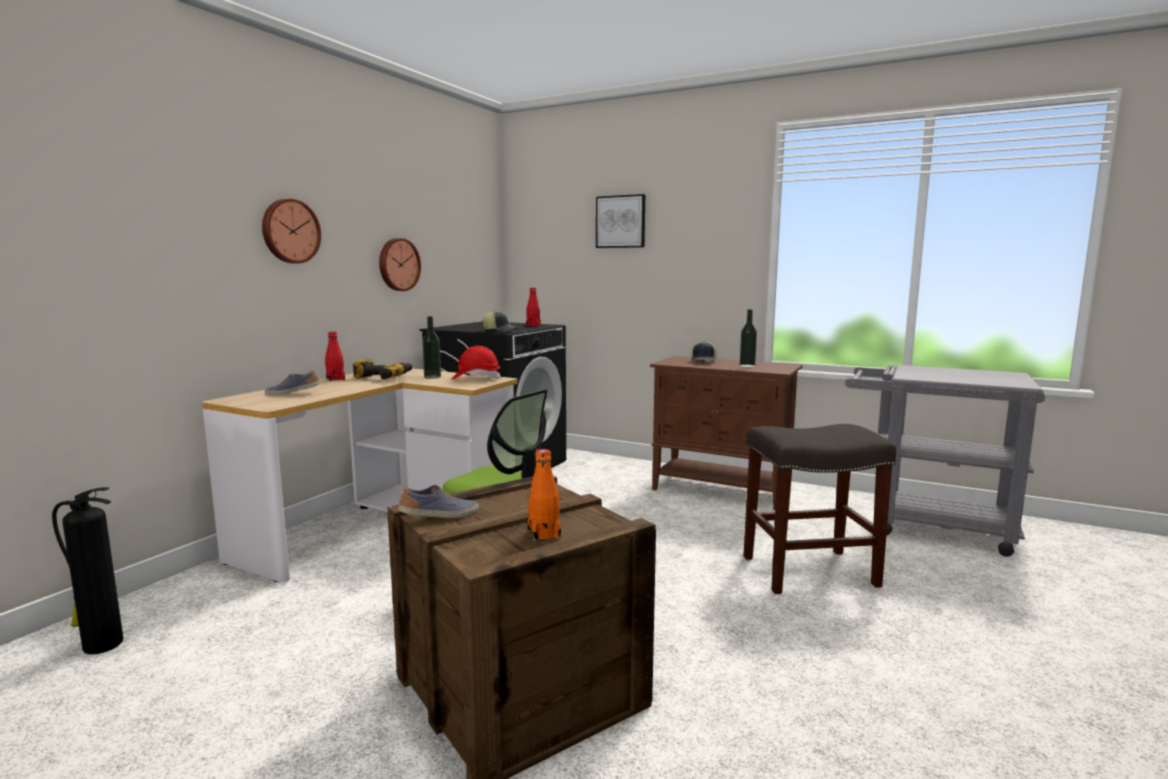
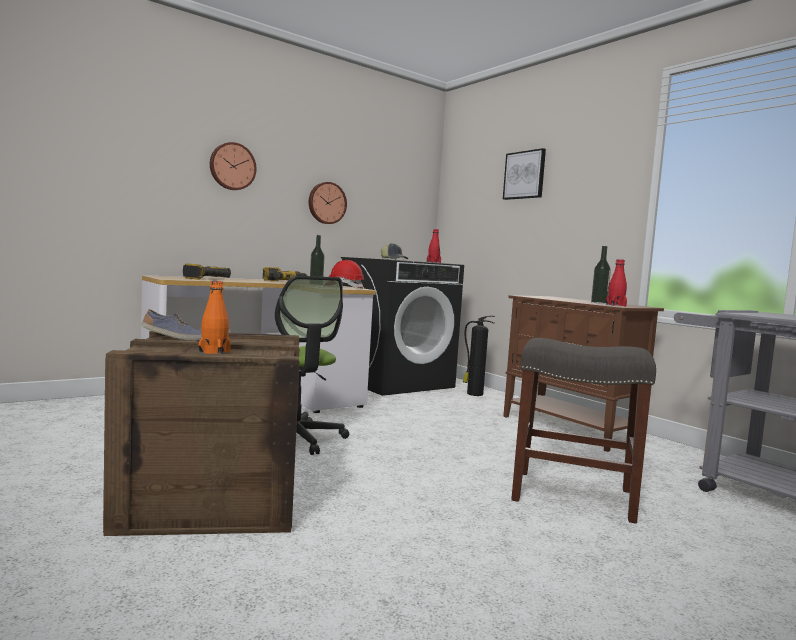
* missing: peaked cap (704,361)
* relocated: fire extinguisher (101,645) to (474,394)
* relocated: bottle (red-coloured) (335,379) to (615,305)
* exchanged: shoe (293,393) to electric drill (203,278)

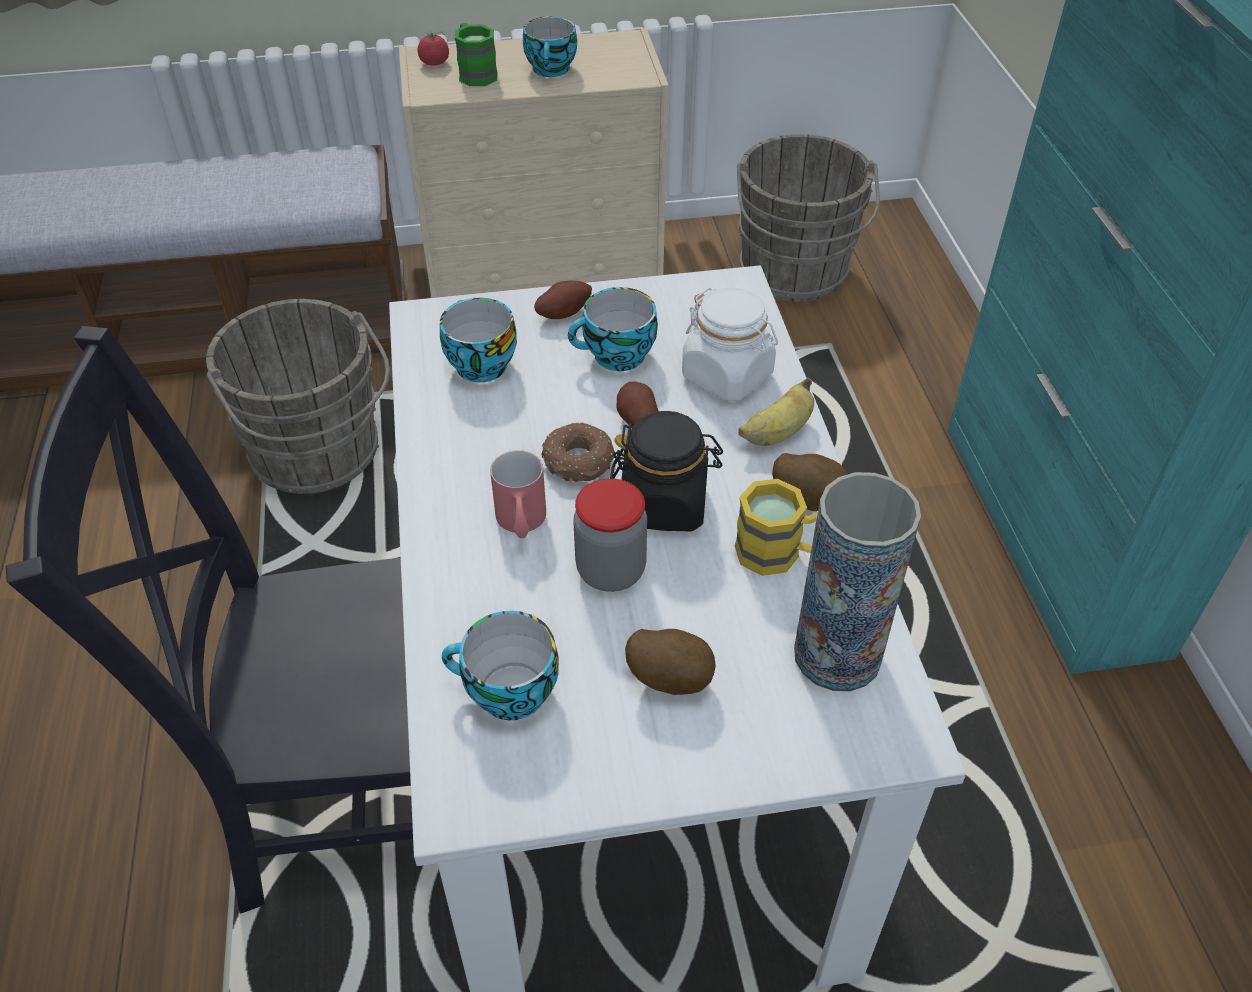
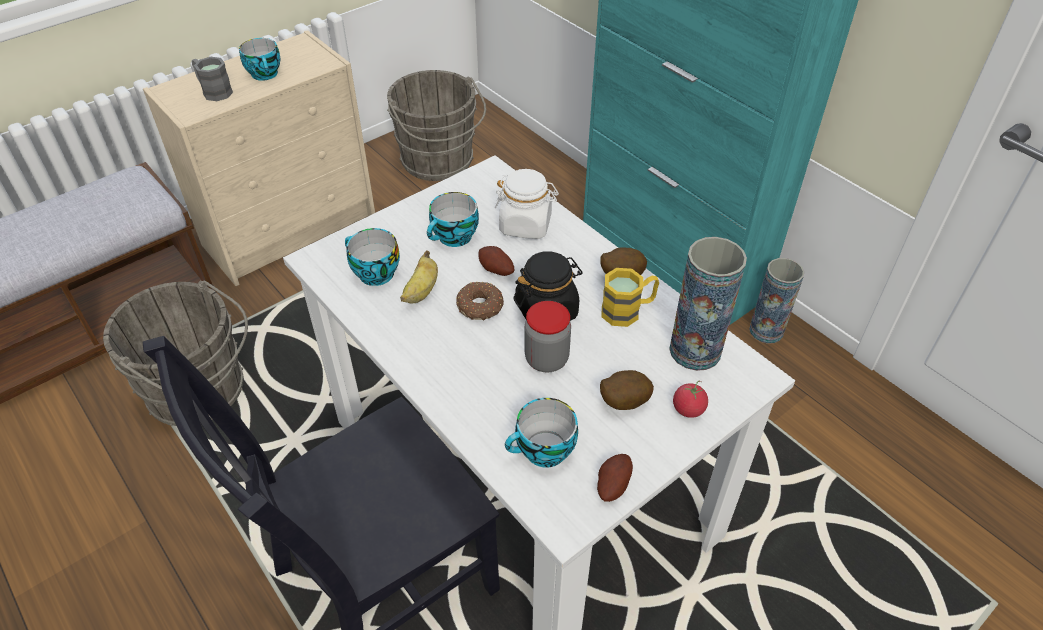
* missing: tea mug (red-coloured) (521,525)
* appeared: decorative vase (766,330)
* relocated: fresh tomato (434,63) to (688,409)
* relocated: potato (563,312) to (612,485)
* relocated: whole banana (777,434) to (421,291)
* colour: tea mug (greenish) (475,72) to tea mug (greyish) (213,91)

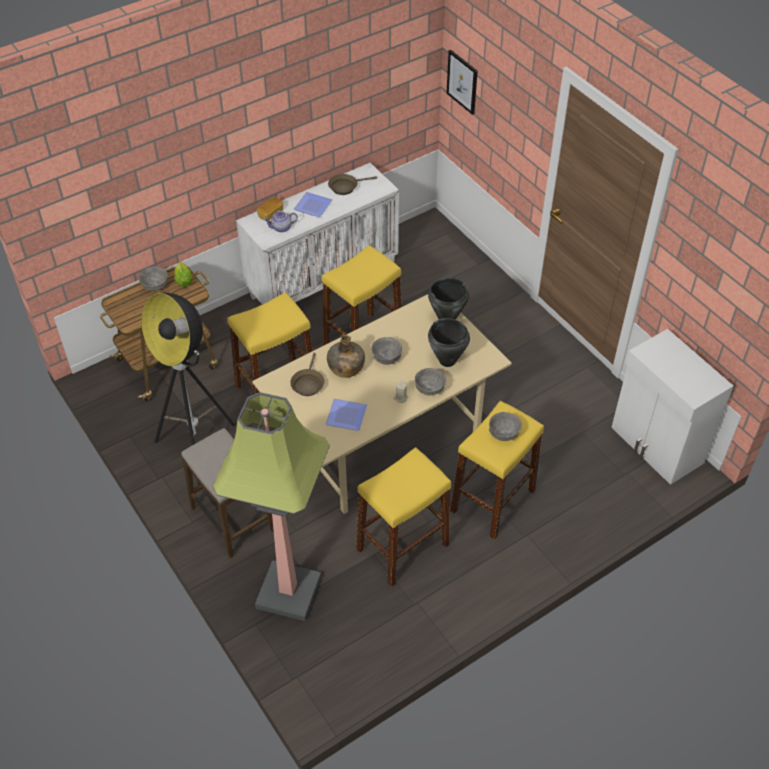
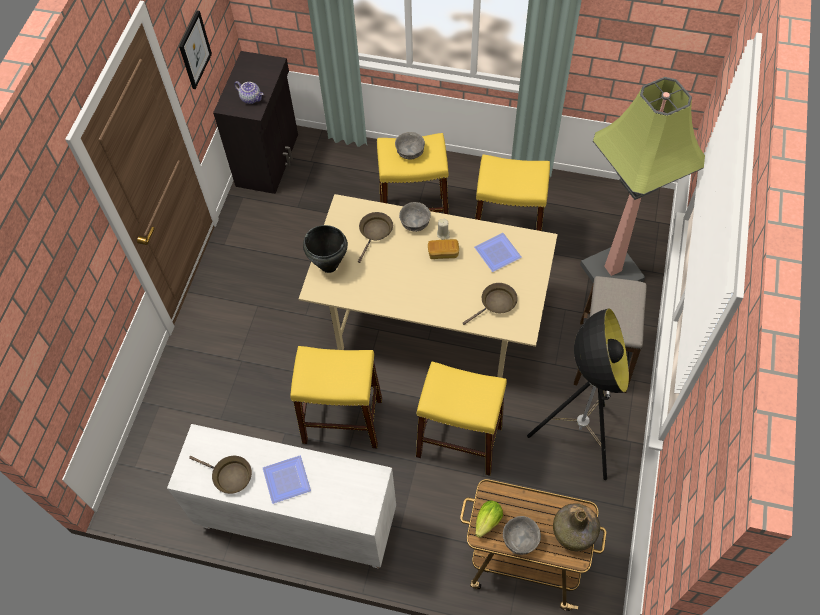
* missing: deep dish (greyish) (387,357)
* relocated: bakery bread (270,214) to (443,253)
* relocated: tea pot (281,228) to (251,98)
* relocated: bottle (greenish) (345,367) to (574,532)
* relocated: wall art (462,81) to (194,50)
* exchanged: stockpot (black-coloured) (447,361) to skillet (brown) (375,232)
* colour: cabinet (whitish) (656,446) to cabinet (black-coloured) (269,159)

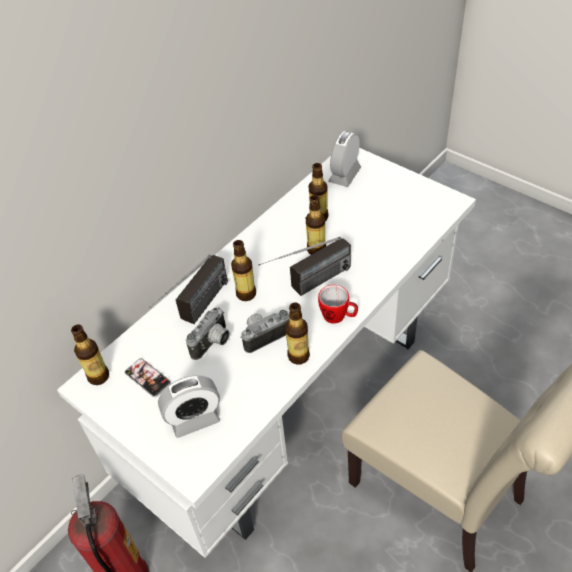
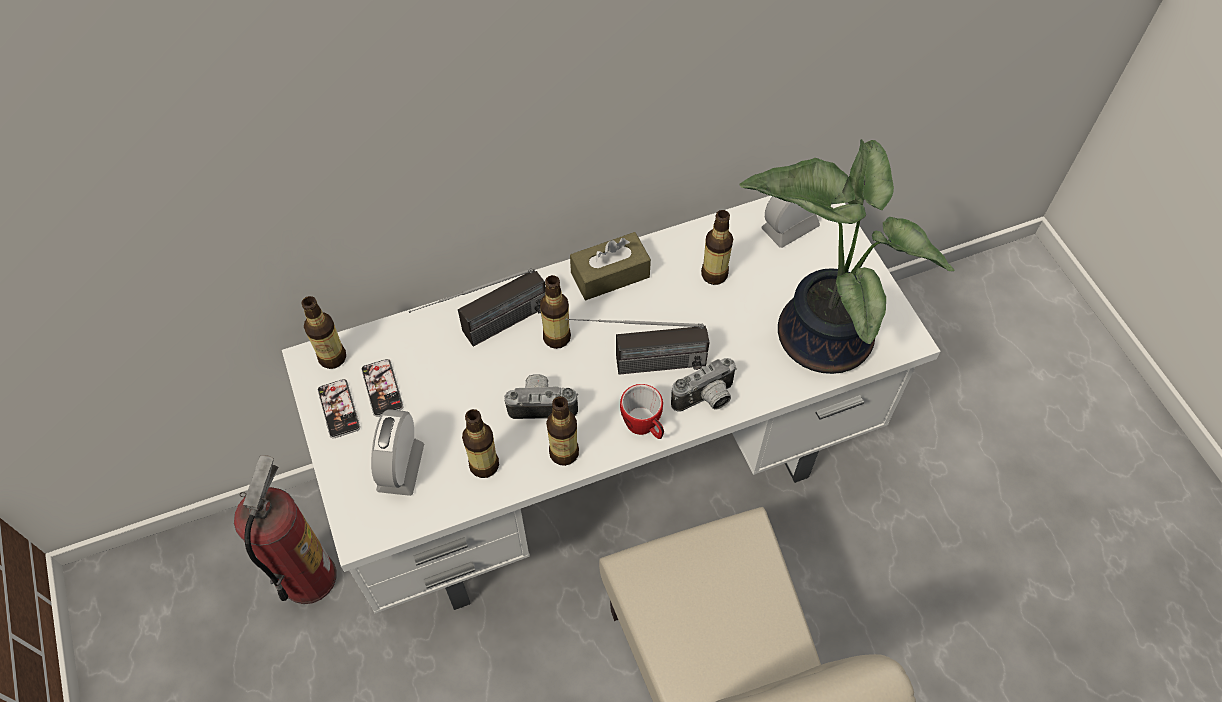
* appeared: handset (339,409)
* appeared: tissue holder (brown) (610,275)
* appeared: houseplant (818,334)
* relocated: still camera (213,343) to (706,400)
* relocated: bottle (316,249) to (484,465)
* spun: bedside clock (194,419) = (401,468) 90 degrees clockwise

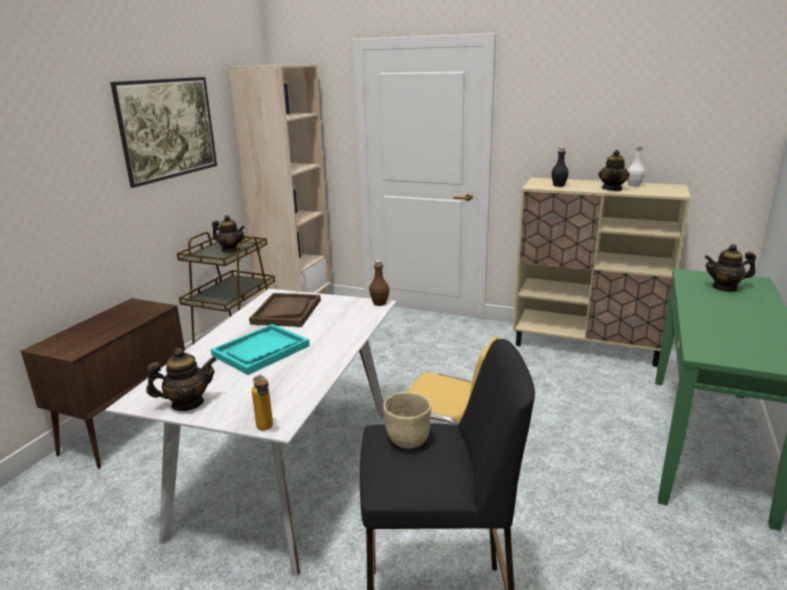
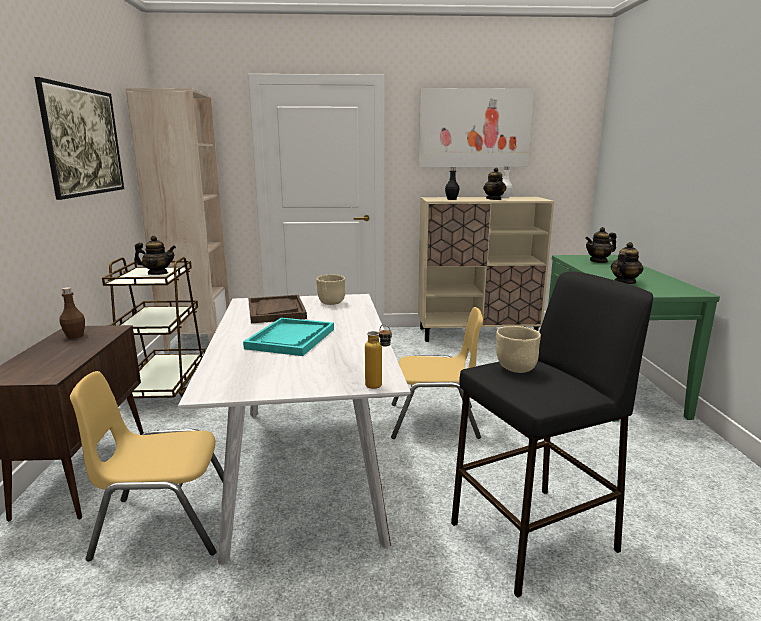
* appeared: chair (yellow) (165,524)
* appeared: deep dish (beige) (330,303)
* appeared: wall art (474,128)
* relocated: tea pot (187,403) to (624,282)
* relocated: bottle (brown) (379,303) to (75,336)

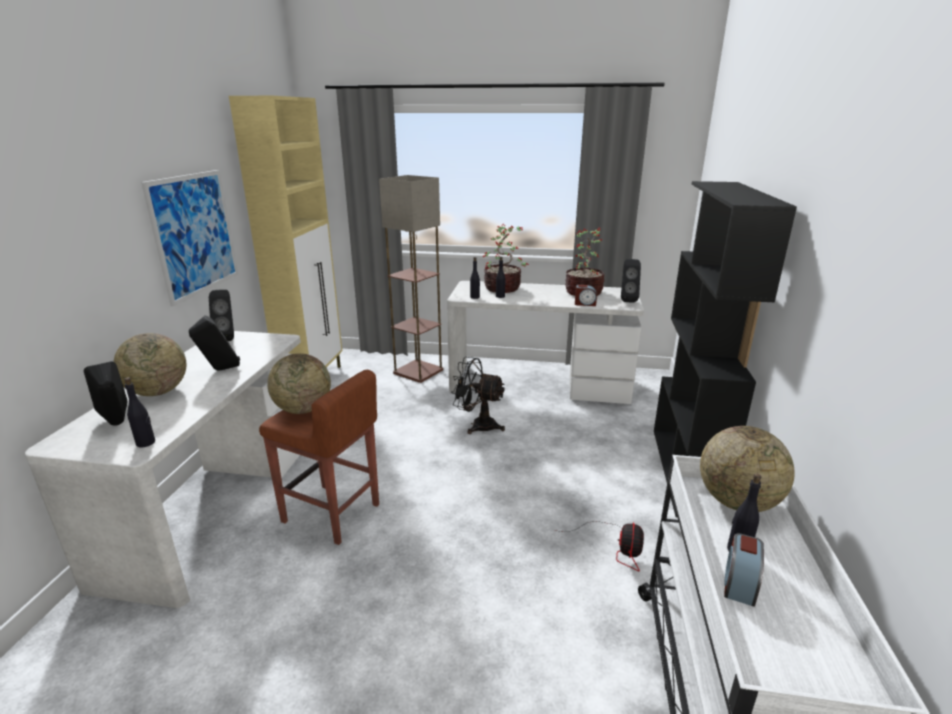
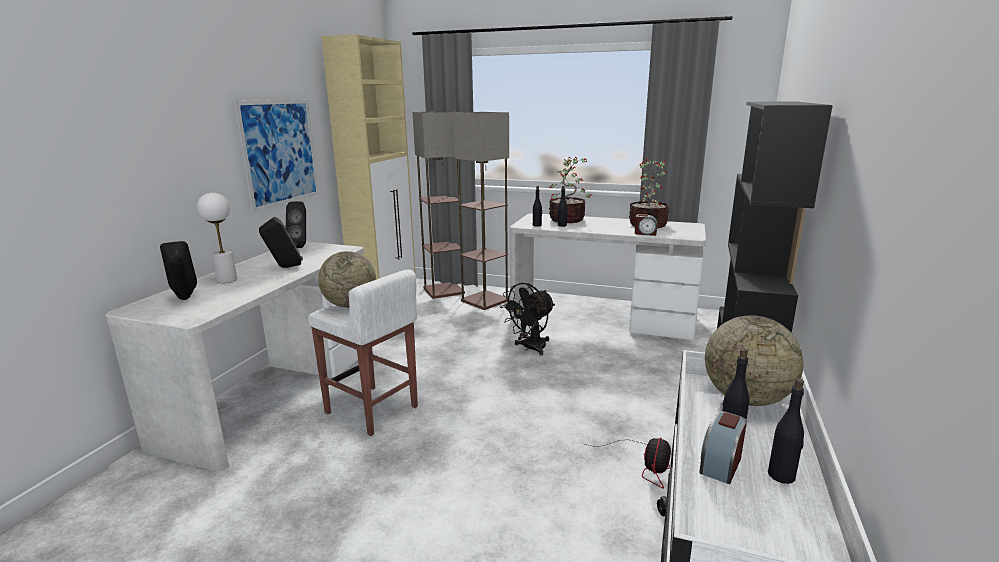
* missing: speaker (black-coloured) (627,300)
* appeared: standing lamp (444,290)
* relocated: bottle (black-coloured) (146,443) to (781,475)
* exchanged: desk globe (158,392) to lamp for a table (whitish) (226,280)
* colour: stool (brown) (332,514) to stool (whitish) (372,410)
* spun: electric fan (black-coloured) (477,425) = (530,348) 75 degrees counterclockwise

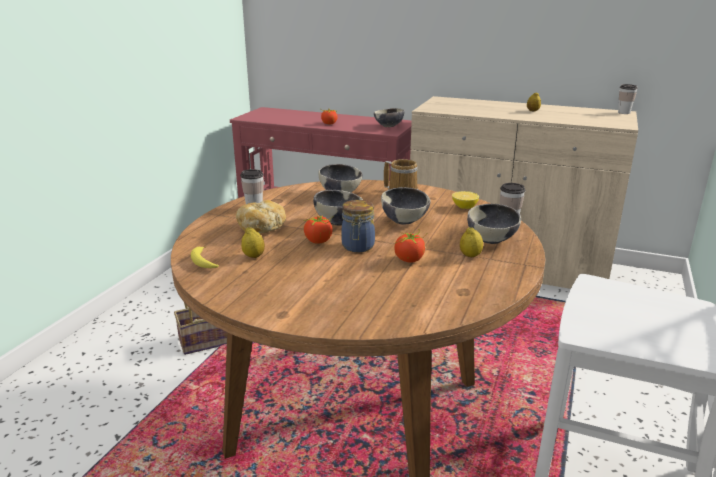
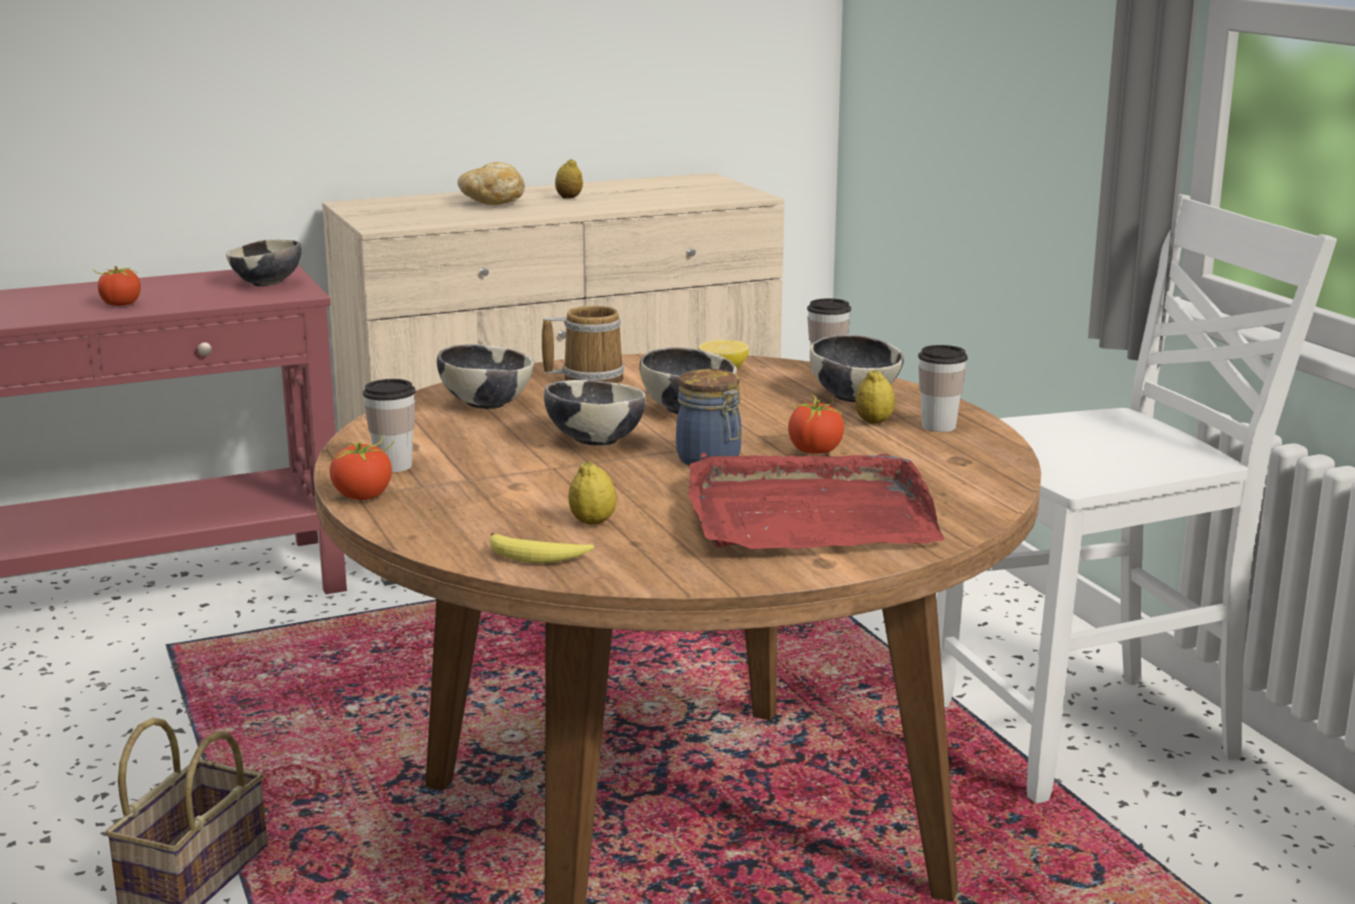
* appeared: carrying tray (red-coloured) (808,514)
* relocated: bakery bread (262,228) to (492,203)
* relocated: fresh tomato (318,241) to (363,496)
* relocated: cup (624,112) to (939,426)

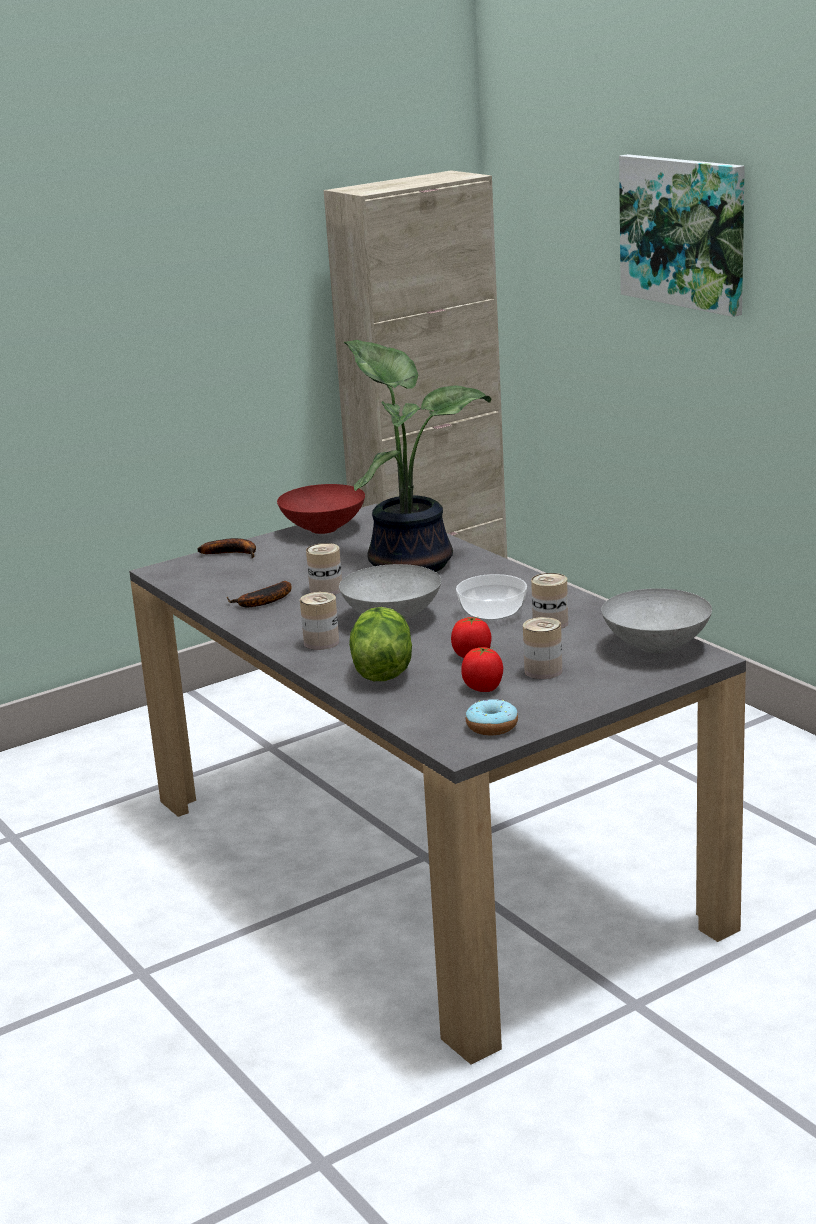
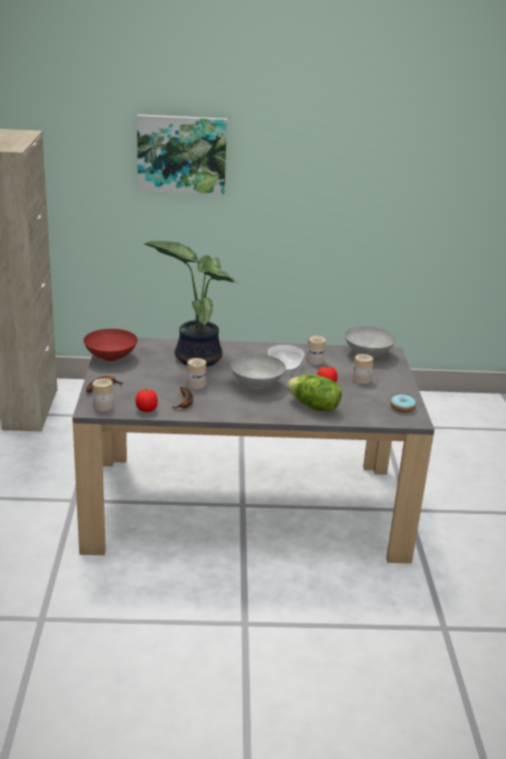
* relocated: metal can (321,642) to (103,406)
* relocated: fresh tomato (483,688) to (146,409)

